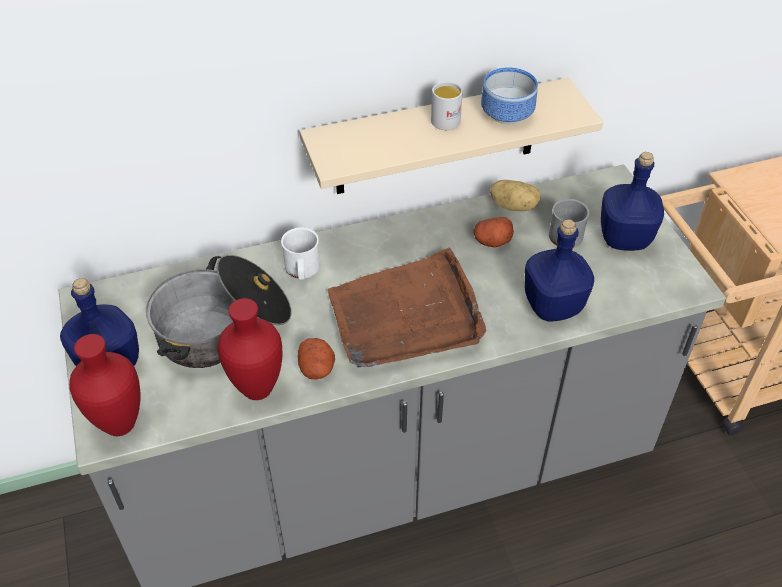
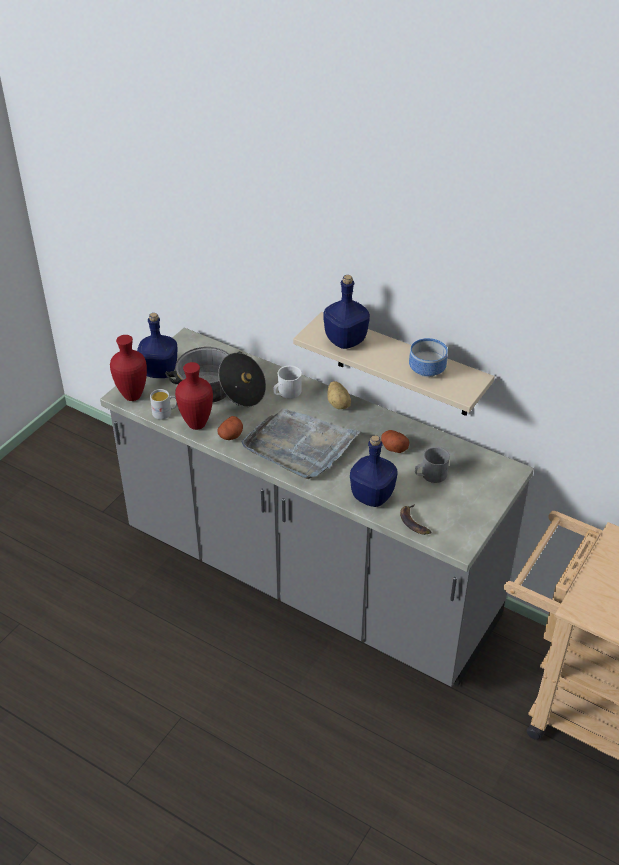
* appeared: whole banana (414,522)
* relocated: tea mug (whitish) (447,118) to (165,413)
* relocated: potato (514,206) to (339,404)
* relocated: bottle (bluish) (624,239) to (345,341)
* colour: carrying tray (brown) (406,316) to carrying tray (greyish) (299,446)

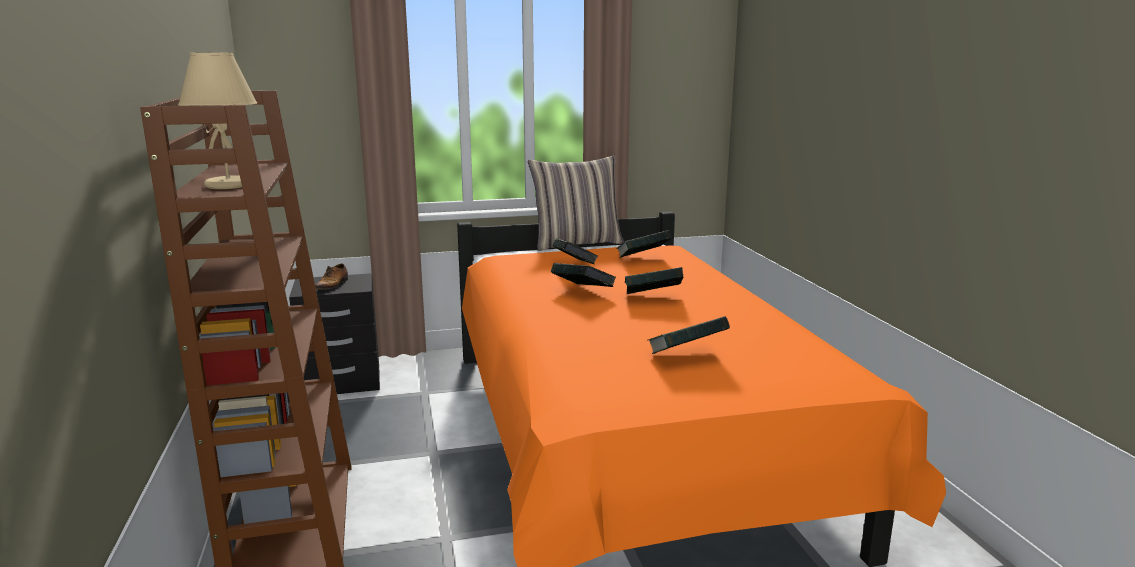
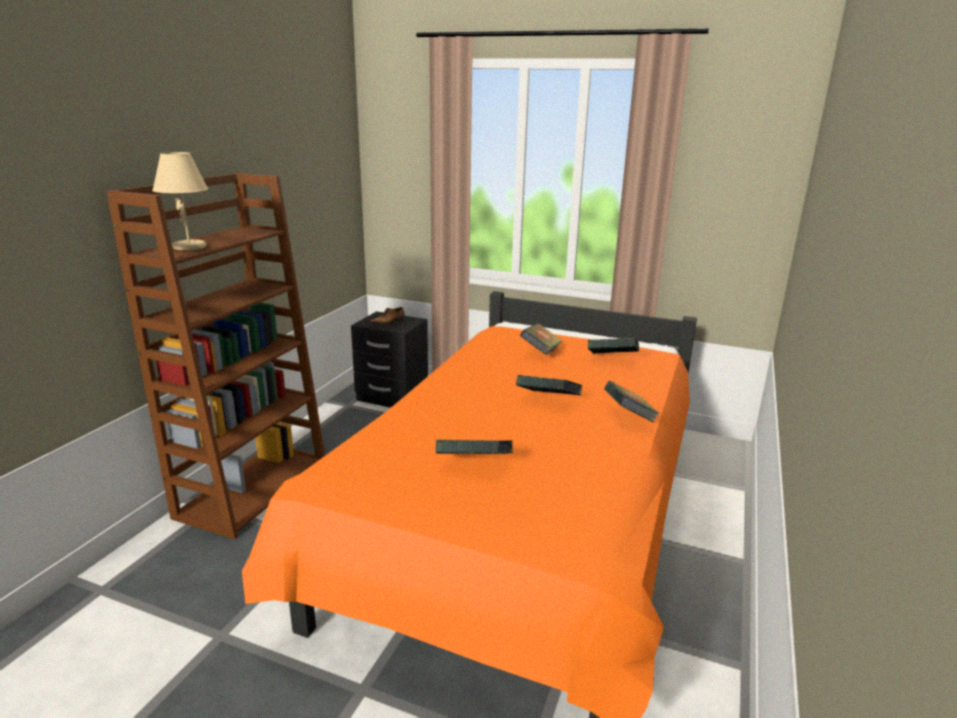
* missing: pillow (577,243)
* relocated: book (583,292) to (628,418)

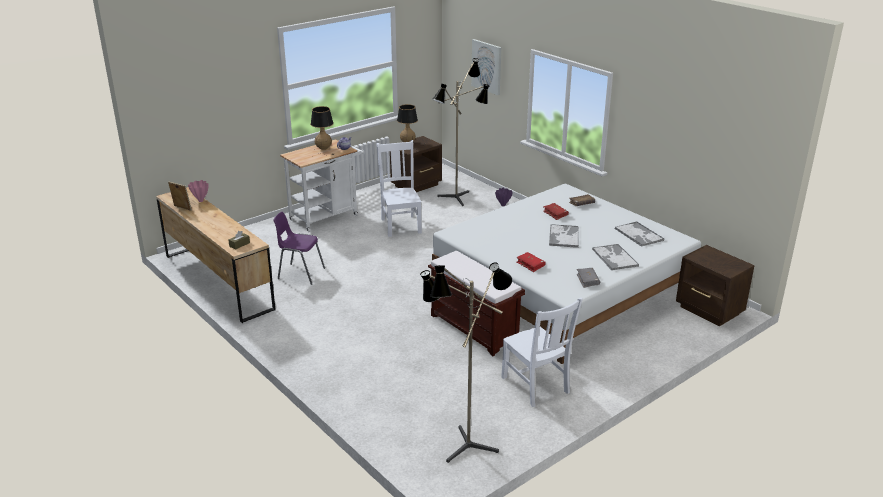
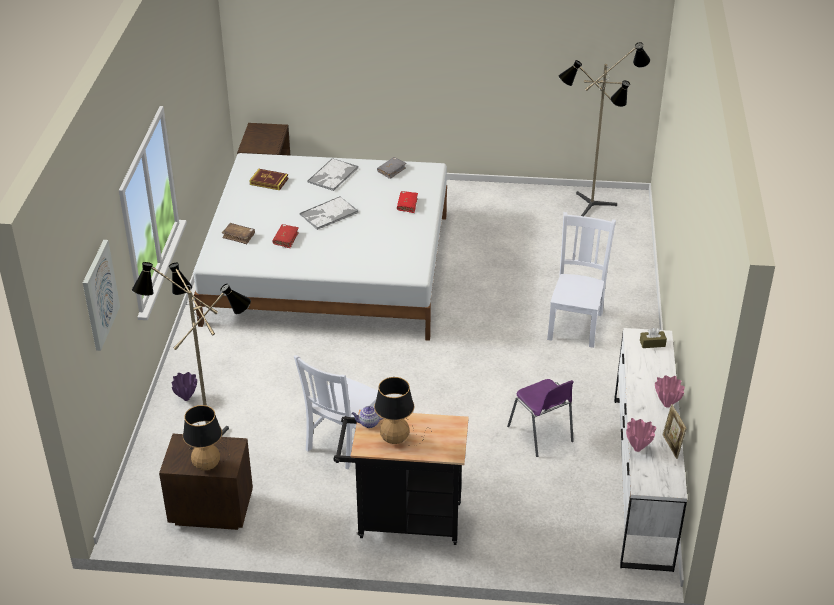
* missing: indoor bench (brown) (474,329)
* appeared: decorative vase (pink-coloured) (666,405)
* relocated: chair (whitish) (536,386) to (576,325)
* exchanged: carrying tray (639,235) to book (269,181)
* colour: chest of drawers (brown) (218,281) to chest of drawers (whitish) (641,479)
* colour: cart (whitish) (327,216) to cart (black-coloured) (402,520)

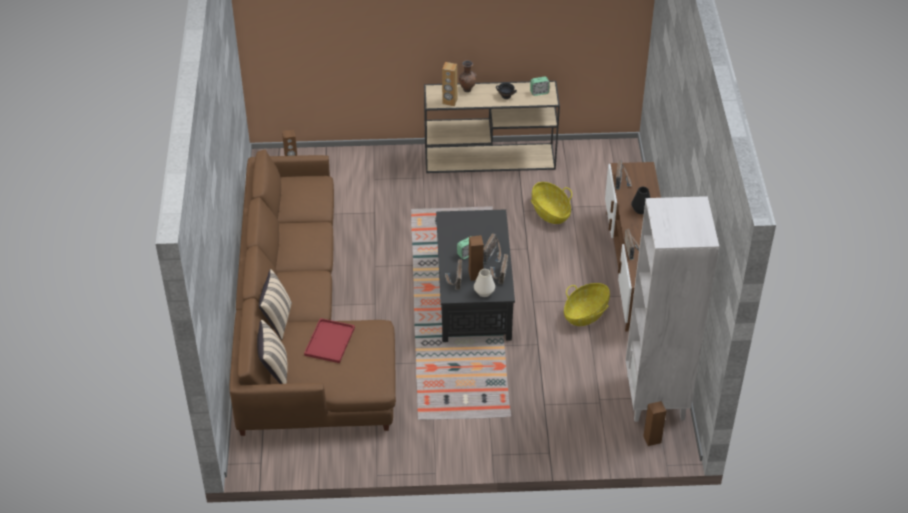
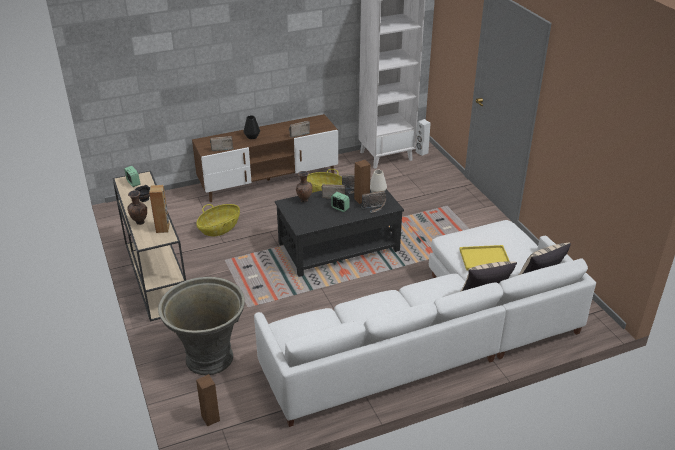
* appeared: plant pot (greyish) (209,357)
* appeared: decorative vase (brown) (304,200)
* colour: sofa (brown) (302,325) to sofa (whitish) (435,335)
* colour: carrying tray (red-coloured) (329,340) to carrying tray (yellow) (484,259)
* colour: speaker (brown) (652,439) to speaker (whitish) (421,152)

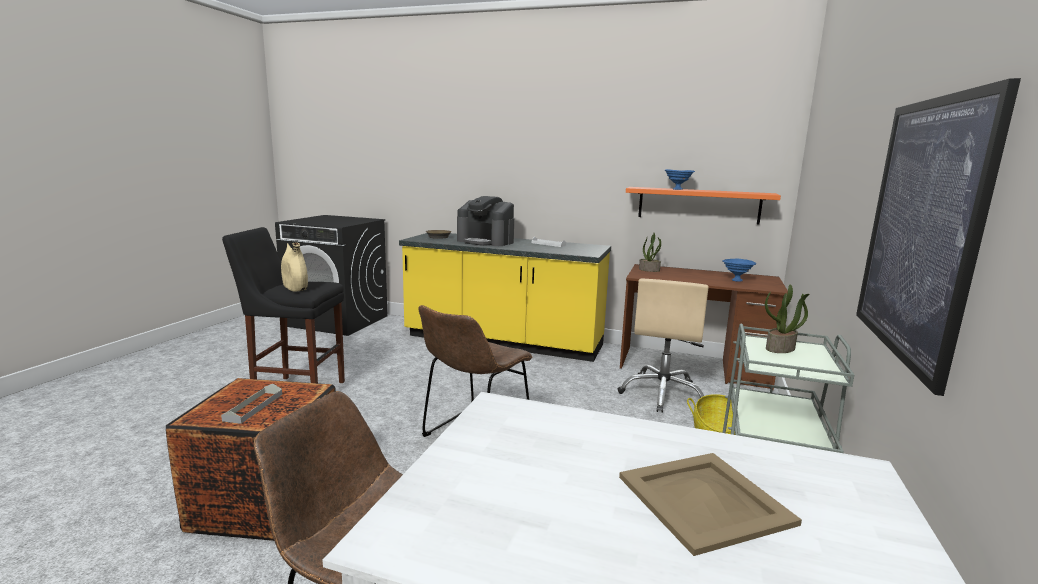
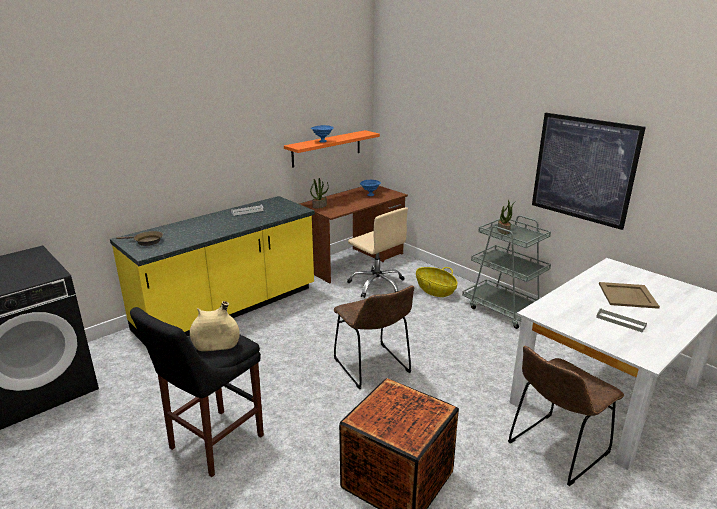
* missing: coffee machine (486,241)
* relocated: carrying tray (greyish) (253,407) to (620,322)

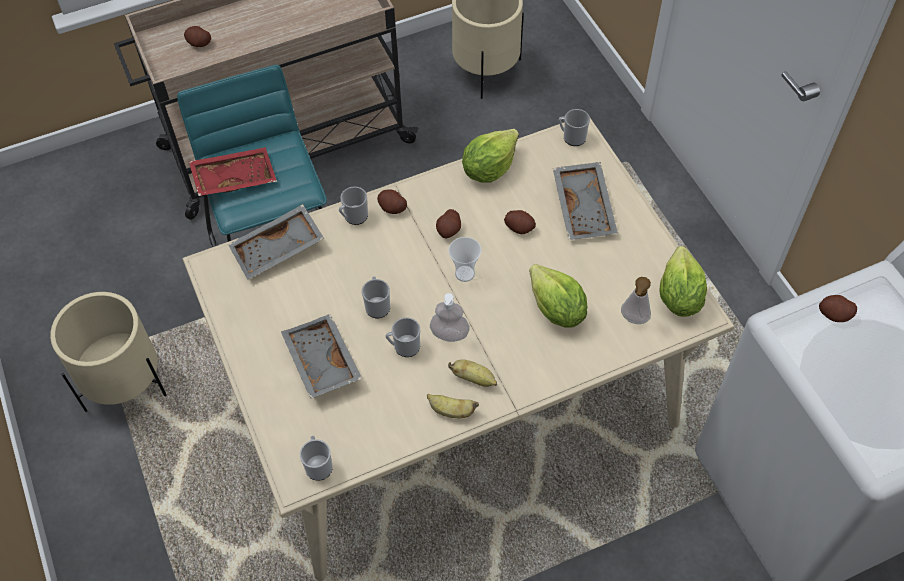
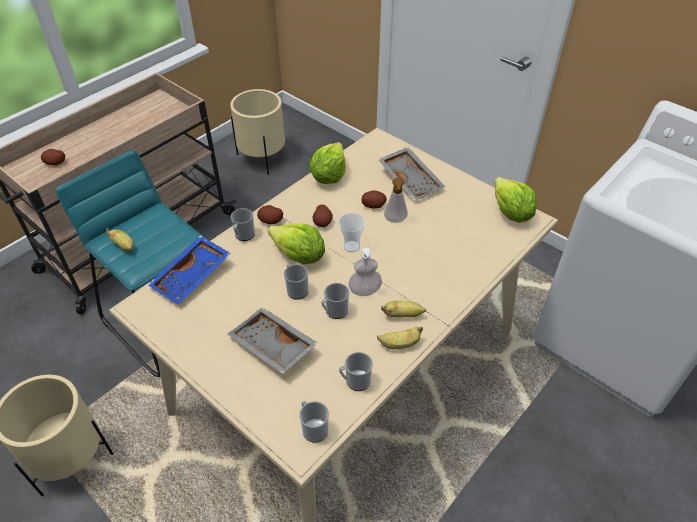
* missing: potato (834,315)
* relocated: lettuce head (556,310) to (299,256)
* relocated: tea mug (571,137) to (355,381)
* relocated: soap bottle (633,320) to (395,221)
* exchanged: carrying tray (red-coloured) (234,177) to whole banana (124,246)
* colour: carrying tray (greyish) (278,250) to carrying tray (bluish) (192,277)

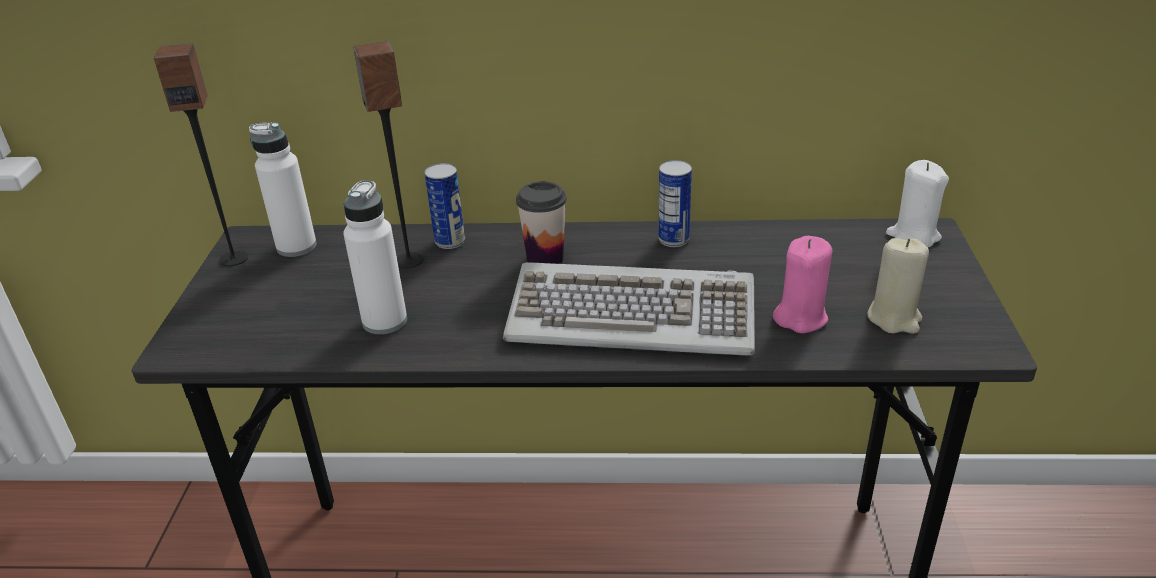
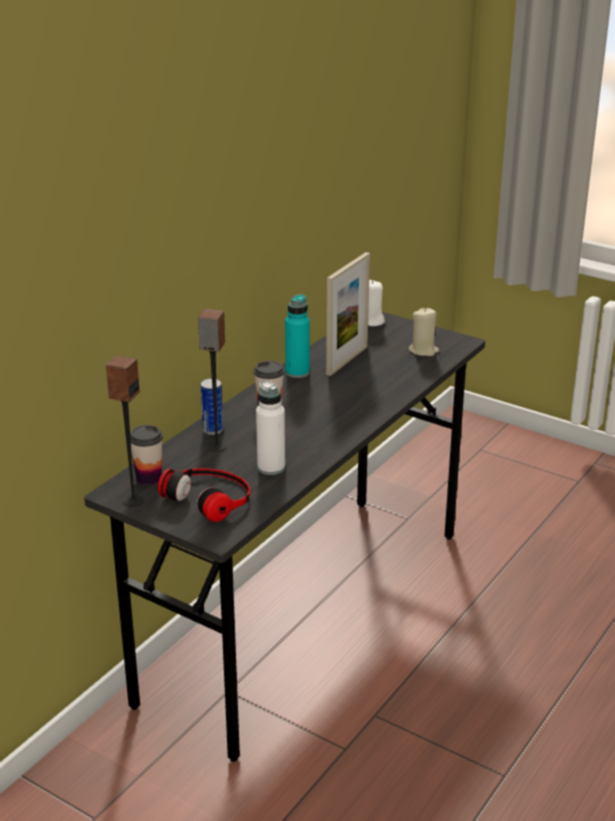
* missing: keyboard (632,315)
* missing: wax light (pink-coloured) (800,317)
* appeared: headset (210,497)
* appeared: picture frame (347,360)
* exchanged: bottle (whitish) (296,246) to cup (148,478)
* exchanged: metal can (673,240) to bottle (turquoise) (297,372)

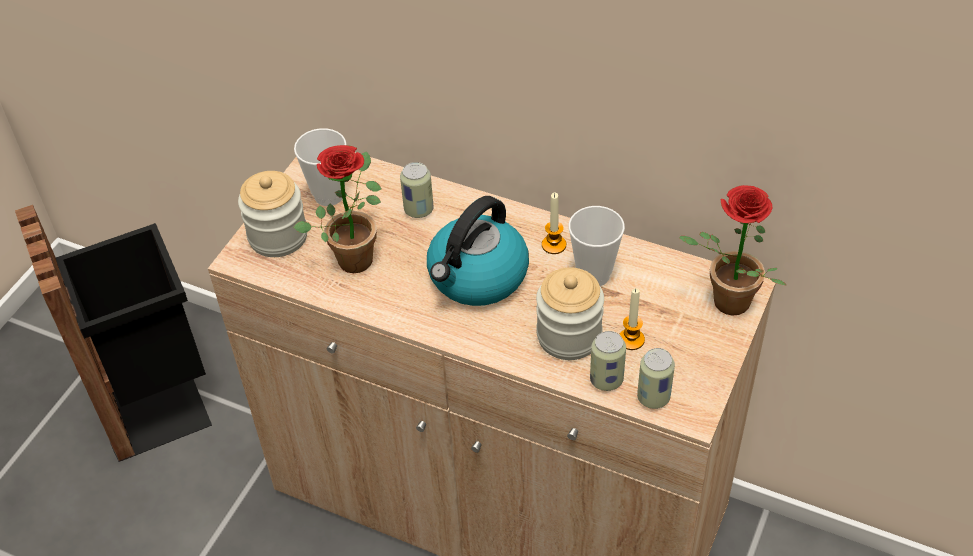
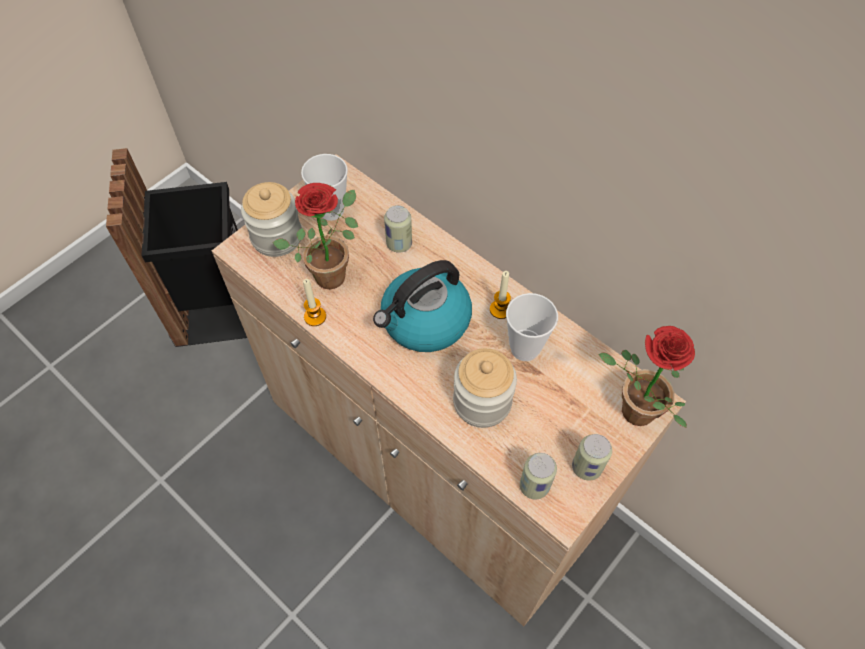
* relocated: metal can (606,380) to (586,467)
* relocated: wax light (631,339) to (315,317)

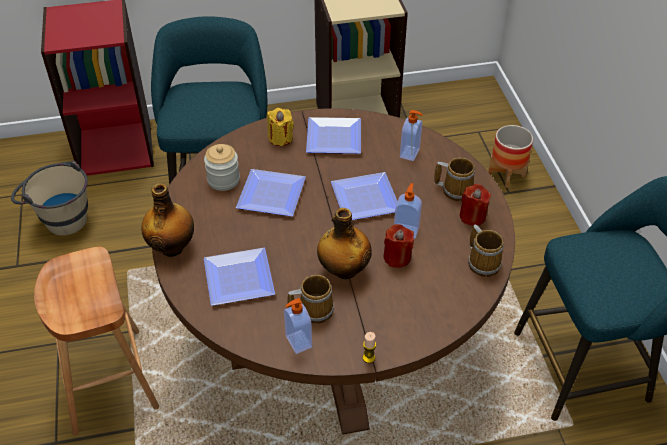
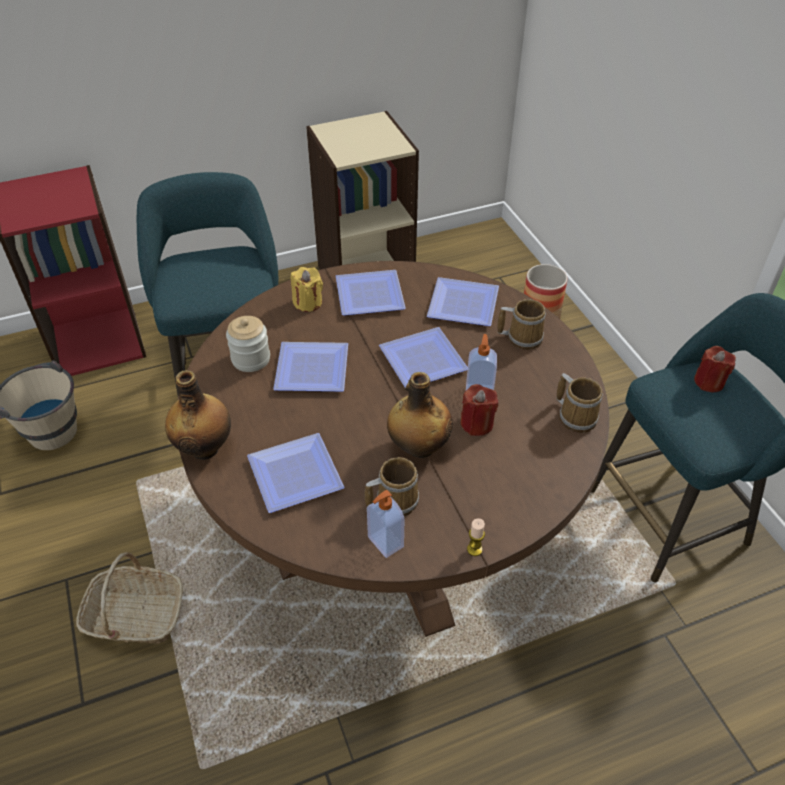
* relocated: wax light (red-coloured) (472,216) to (709,382)
* exchanged: stool (brown) (108,380) to storage basket (135,616)
* exchanged: soap bottle (410,153) to flat dish (461,303)

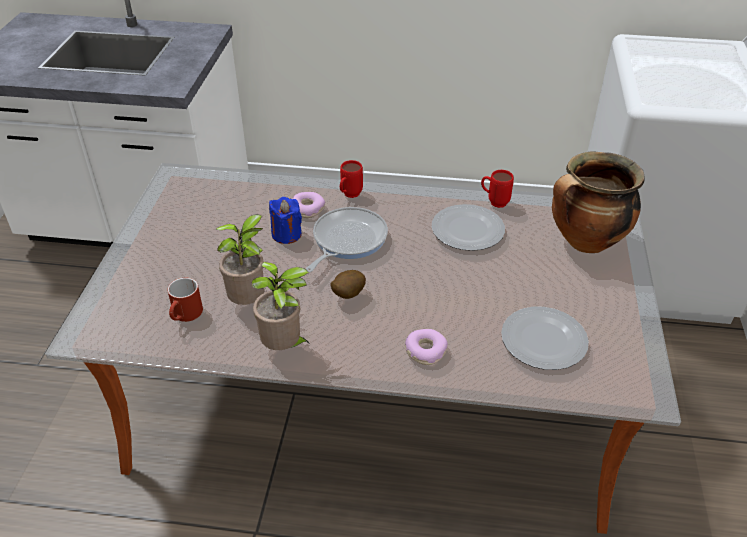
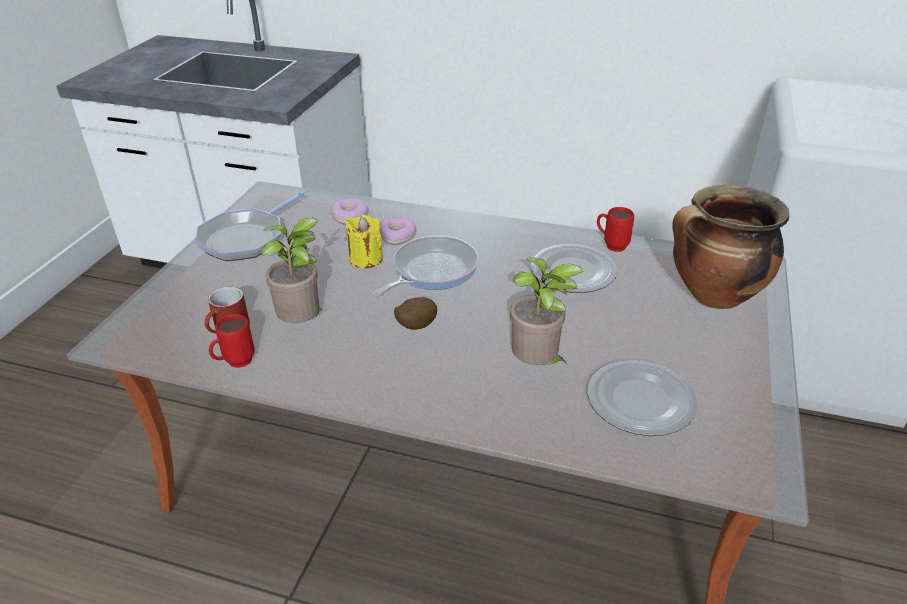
* appeared: skillet (246,238)
* relocated: houseplant (284,347) to (537,365)
* relocated: tea mug (red-coloured) (349,195) to (234,364)
* relocated: donut (425,351) to (349,216)
* colour: wax light (bluish) (286,234) to wax light (yellow) (366,259)

